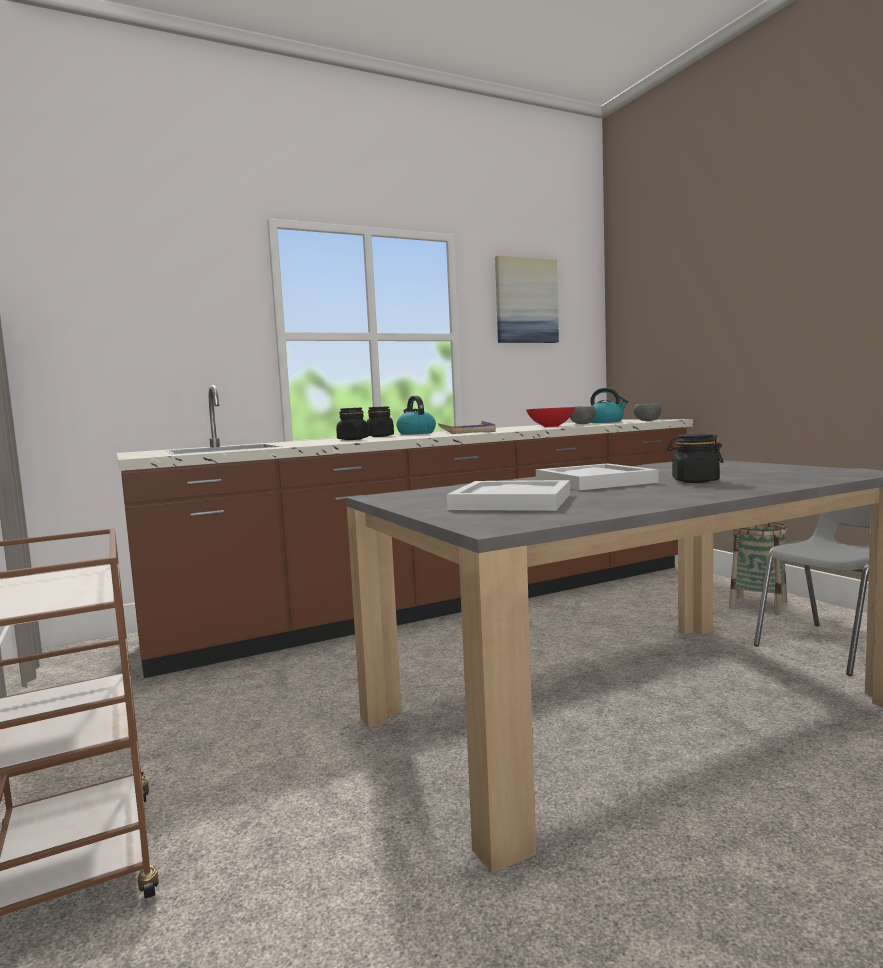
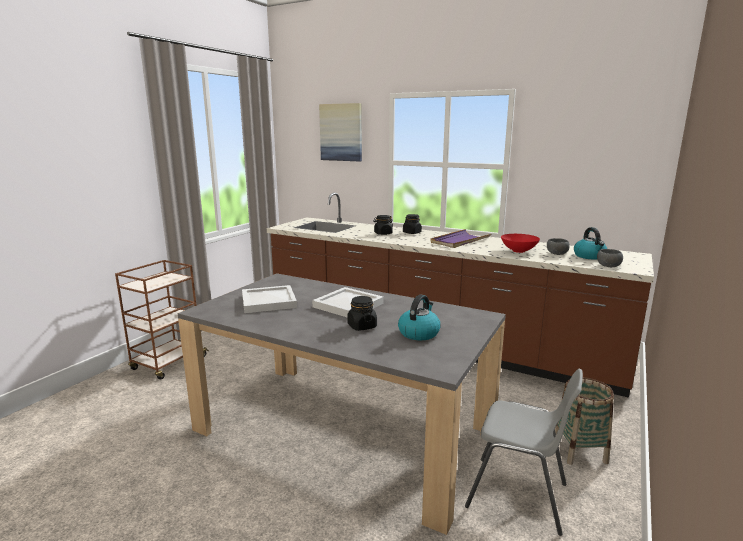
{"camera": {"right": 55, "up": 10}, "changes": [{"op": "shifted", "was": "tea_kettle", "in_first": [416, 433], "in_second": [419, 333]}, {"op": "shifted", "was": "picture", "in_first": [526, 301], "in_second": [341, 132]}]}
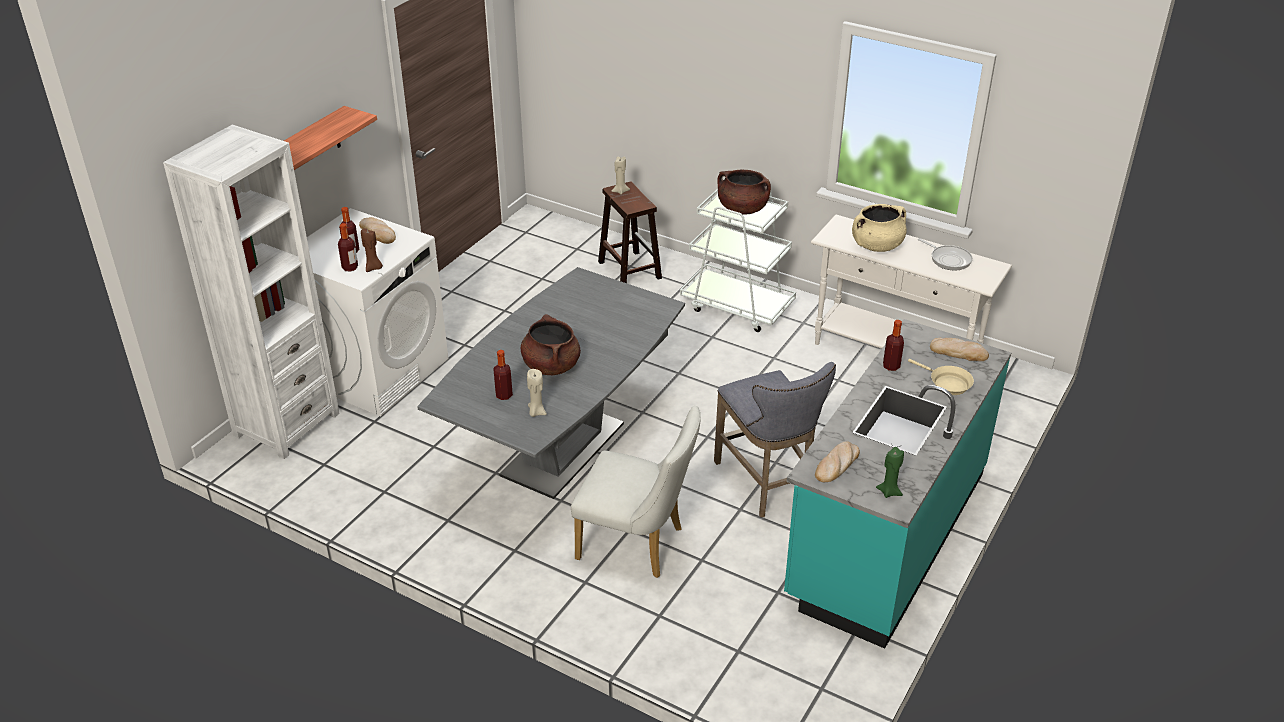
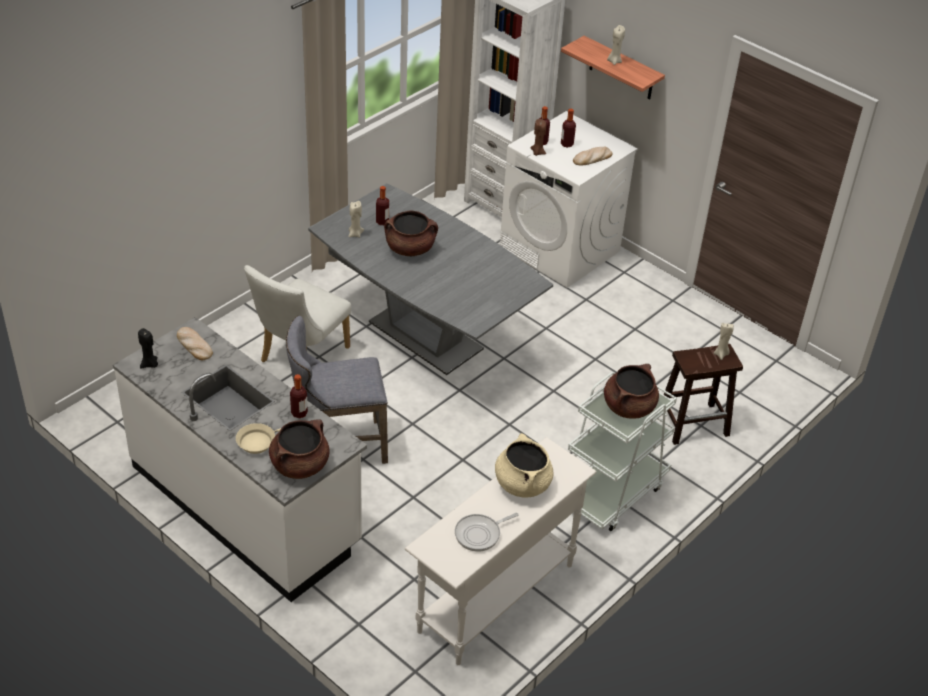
{"camera": {"right": 100, "up": 5}, "changes": [{"op": "repainted", "was": "blue-green_kitchen_counter", "now": "white-coloured_kitchen_counter", "in_first": [885, 535], "in_second": [246, 505]}, {"op": "repainted", "was": "green_candle", "now": "black-coloured_candle", "in_first": [889, 492], "in_second": [150, 364]}, {"op": "swapped", "was": "baked_bread", "now": "brownish_stockpot", "in_first": [958, 352], "in_second": [300, 465]}, {"op": "new", "now": "sand-coloured_candle", "in_second": [614, 61]}]}
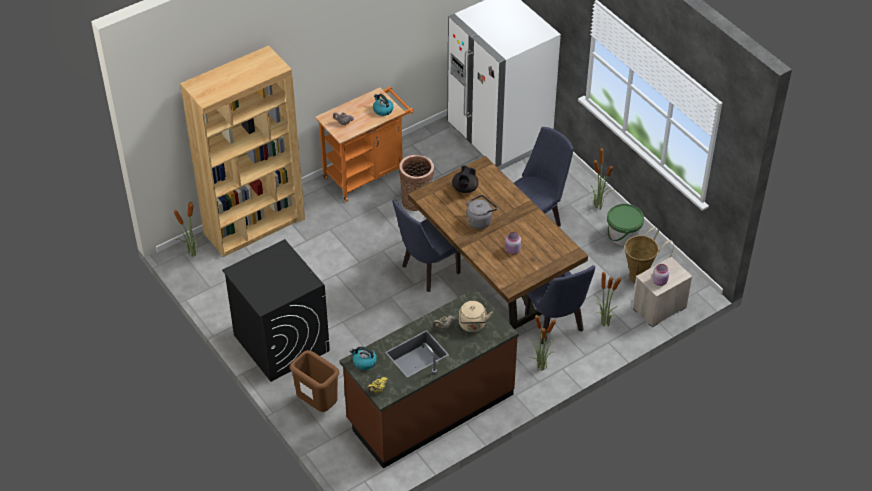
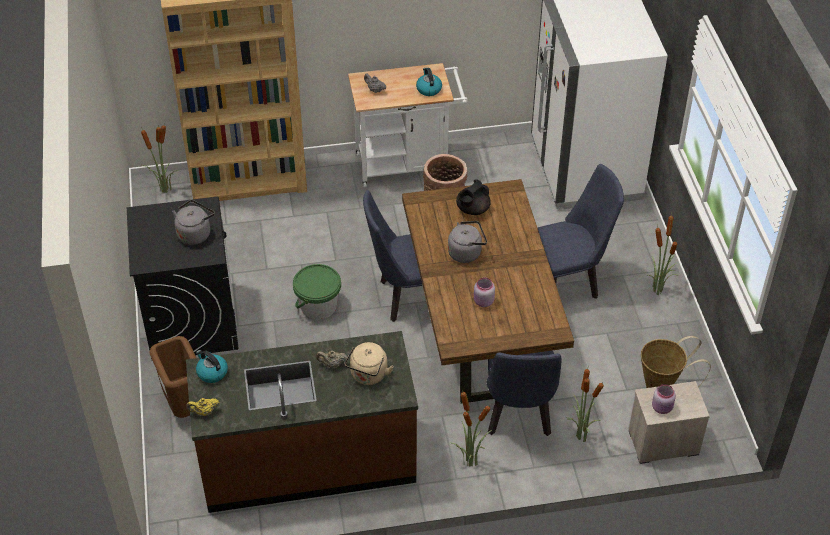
{"camera": {"right": 25, "up": 0}, "changes": [{"op": "repainted", "was": "orange-coloured_wheeled_cart", "now": "white-coloured_wheeled_cart", "in_first": [367, 173], "in_second": [407, 164]}, {"op": "shifted", "was": "green_pail", "in_first": [623, 235], "in_second": [318, 305]}, {"op": "new", "now": "greyish_tea_kettle", "in_second": [195, 233]}]}
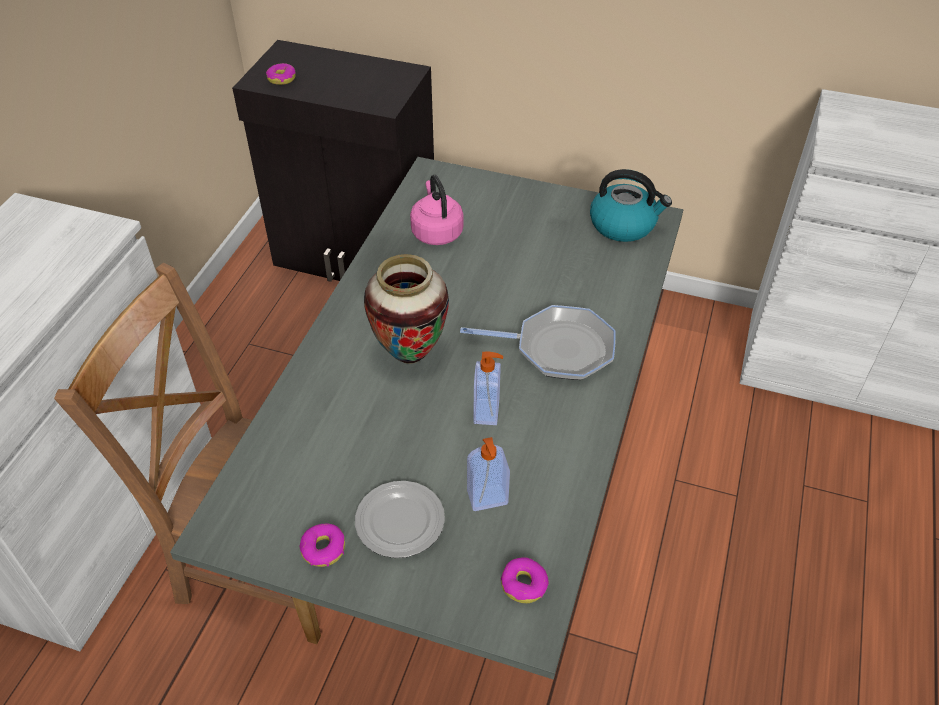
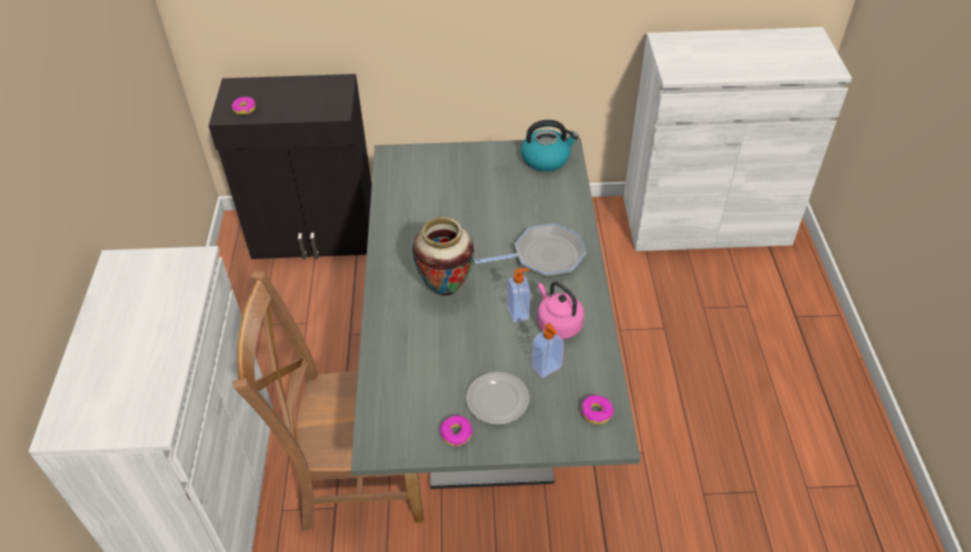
{"camera": {"right": -20, "up": 0}, "changes": [{"op": "shifted", "was": "pink-coloured_tea_kettle", "in_first": [436, 231], "in_second": [557, 324]}]}
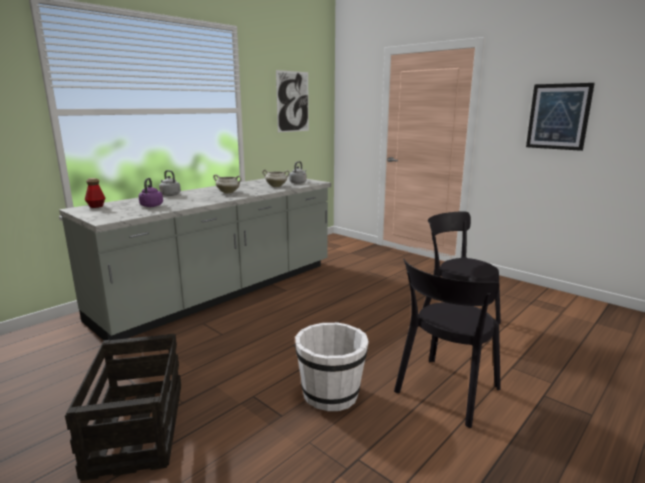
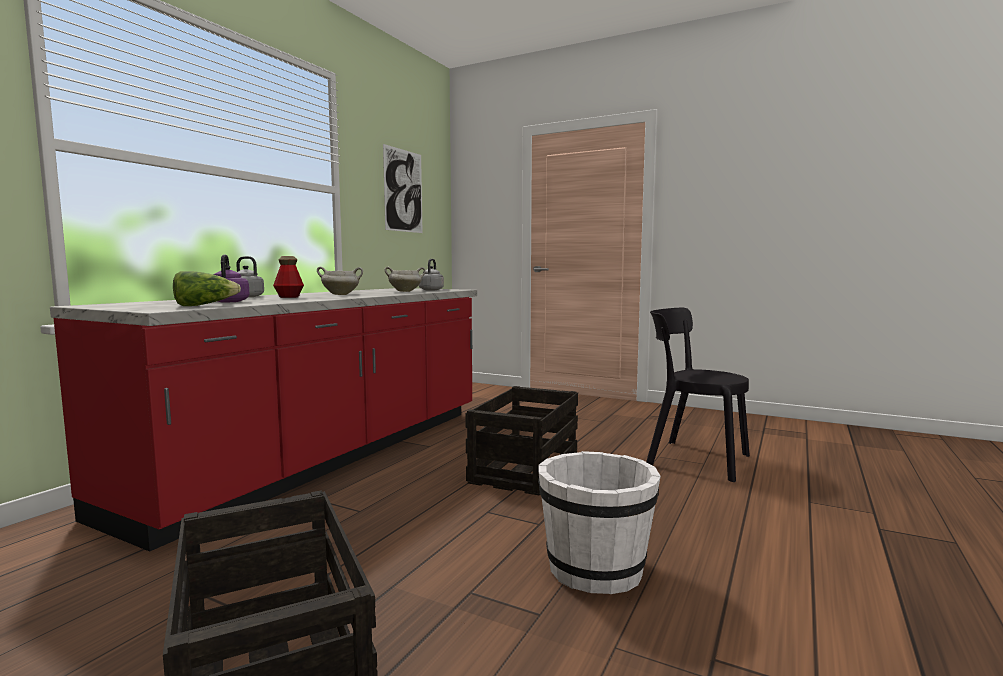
{"camera": {"right": -15, "up": -10}, "changes": [{"op": "repainted", "was": "greyish_kitchen_counter", "now": "red-coloured_kitchen_counter", "in_first": [222, 291], "in_second": [327, 456]}, {"op": "shifted", "was": "beverage_bottle", "in_first": [96, 206], "in_second": [289, 297]}, {"op": "gone", "was": "black-coloured_chair", "in_first": [445, 392]}, {"op": "gone", "was": "picture", "in_first": [558, 116]}, {"op": "new", "now": "head_of_lettuce", "in_second": [204, 305]}, {"op": "new", "now": "shipping_crate", "in_second": [525, 468]}]}
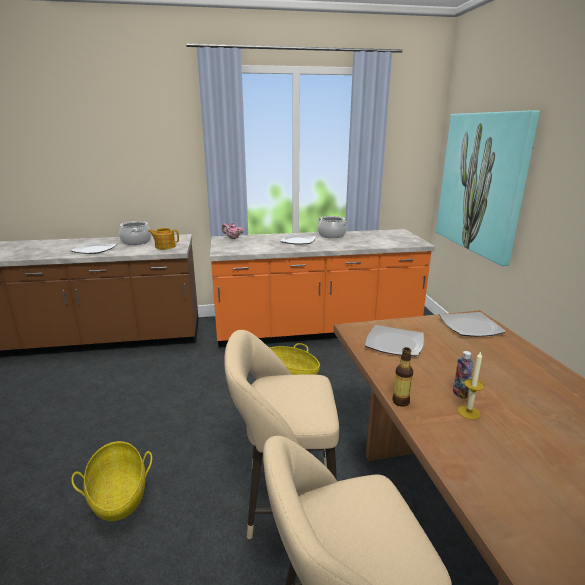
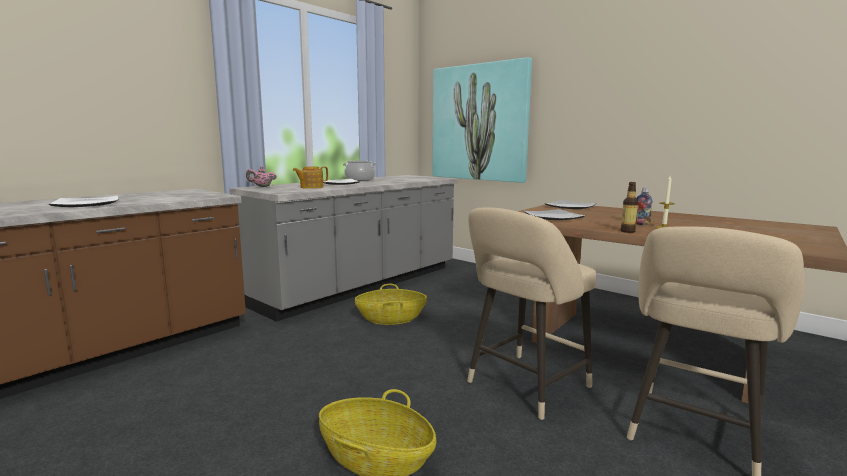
{"camera": {"right": -40, "up": -10}, "changes": [{"op": "gone", "was": "stockpot", "in_first": [136, 242]}, {"op": "shifted", "was": "pot_for_tea", "in_first": [165, 246], "in_second": [311, 187]}, {"op": "repainted", "was": "orange-coloured_kitchen_counter", "now": "greyish_kitchen_counter", "in_first": [316, 330], "in_second": [360, 285]}]}
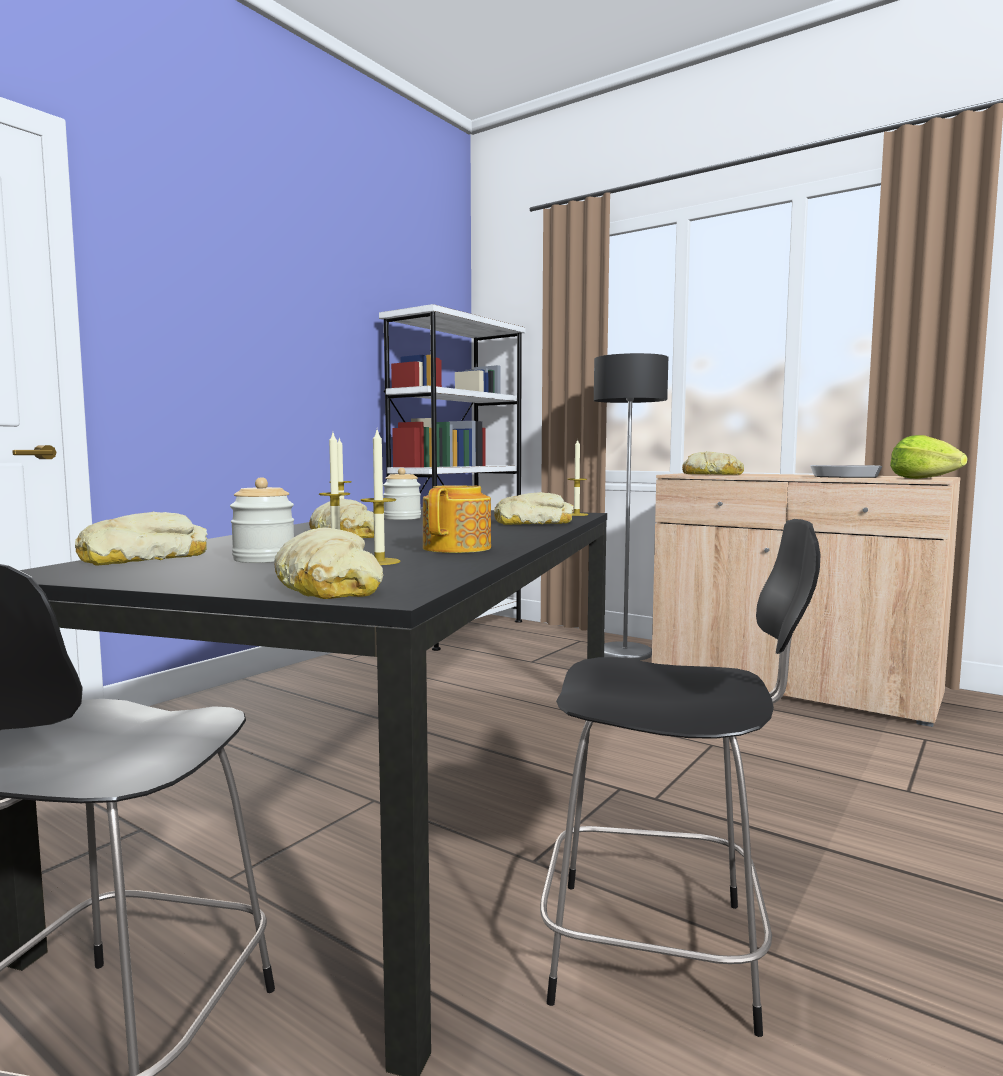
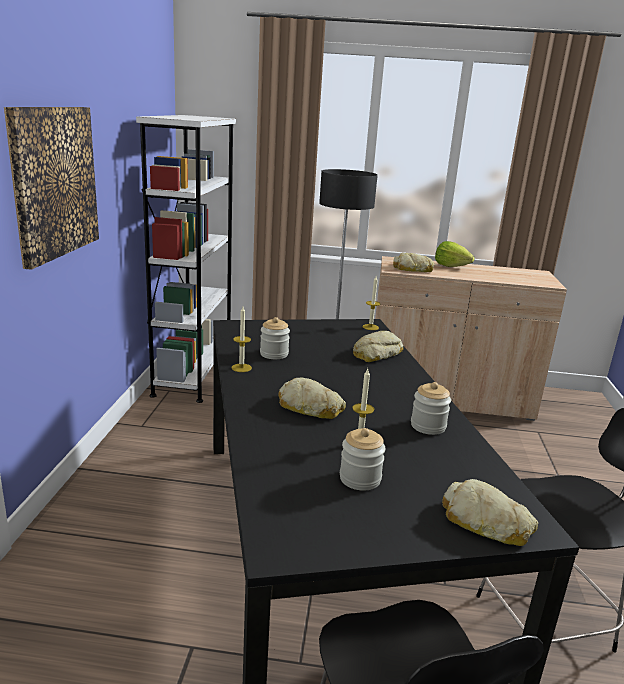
{"camera": {"right": -30, "up": 15}, "changes": [{"op": "gone", "was": "baked_bread", "in_first": [144, 557]}, {"op": "gone", "was": "candle", "in_first": [379, 562]}, {"op": "swapped", "was": "pot_for_tea", "now": "preserve_jar", "in_first": [458, 548], "in_second": [428, 426]}, {"op": "gone", "was": "skillet", "in_first": [847, 476]}, {"op": "shifted", "was": "head_of_lettuce", "in_first": [923, 478], "in_second": [451, 266]}, {"op": "new", "now": "picture", "in_second": [54, 182]}]}
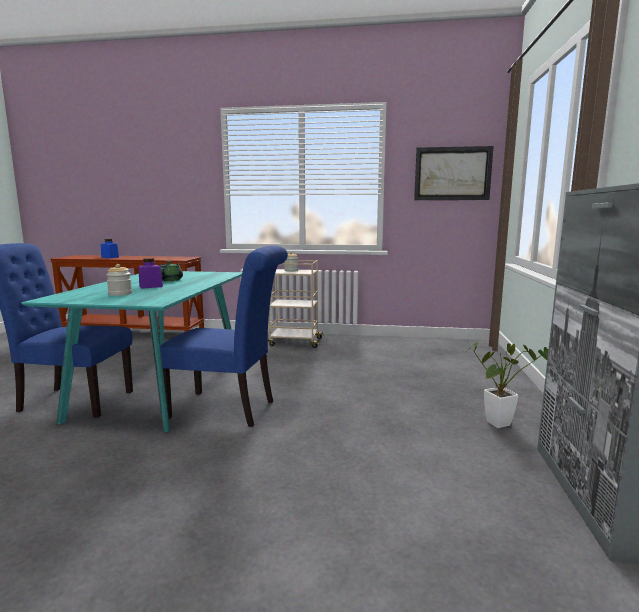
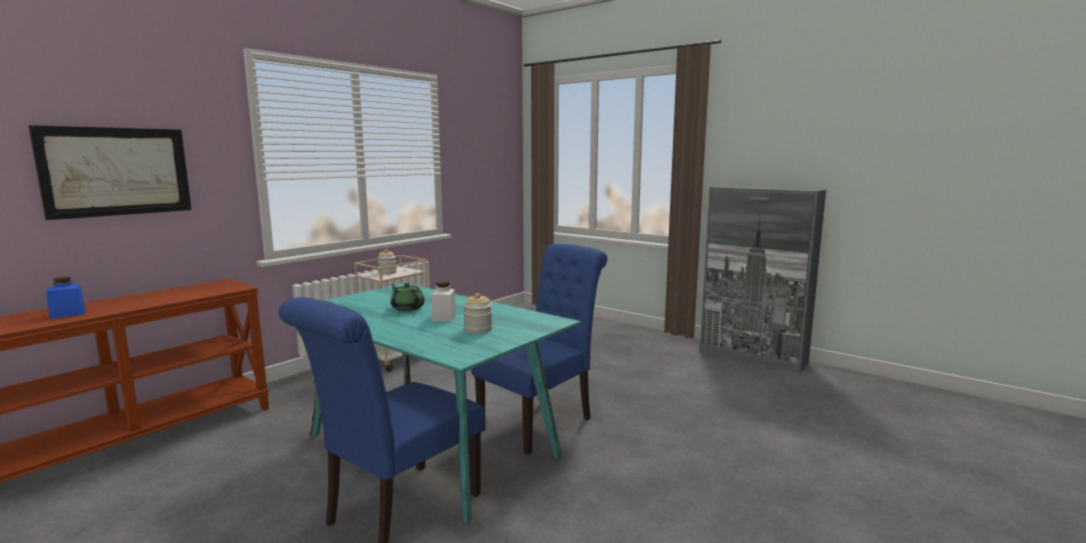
{"camera": {"right": -60, "up": 0}, "changes": [{"op": "repainted", "was": "purple-coloured_preserve_jar", "now": "white-coloured_preserve_jar", "in_first": [151, 286], "in_second": [444, 317]}, {"op": "shifted", "was": "picture", "in_first": [452, 174], "in_second": [117, 171]}, {"op": "gone", "was": "plant_in_a_pot", "in_first": [502, 423]}]}
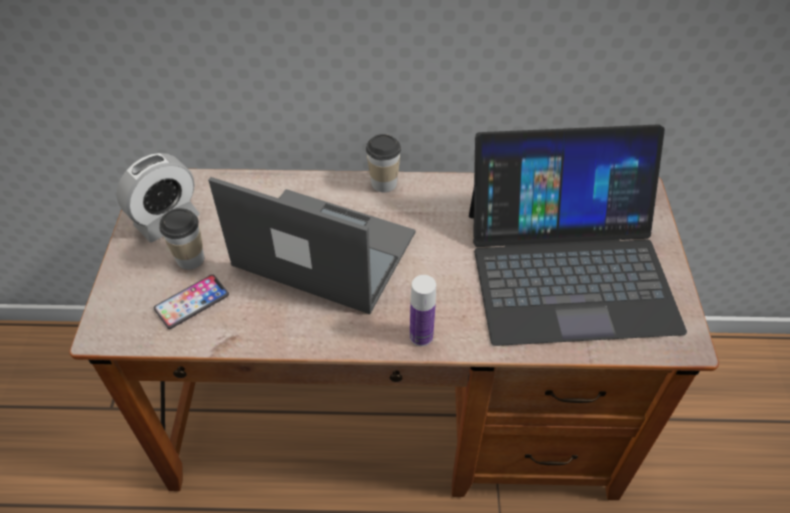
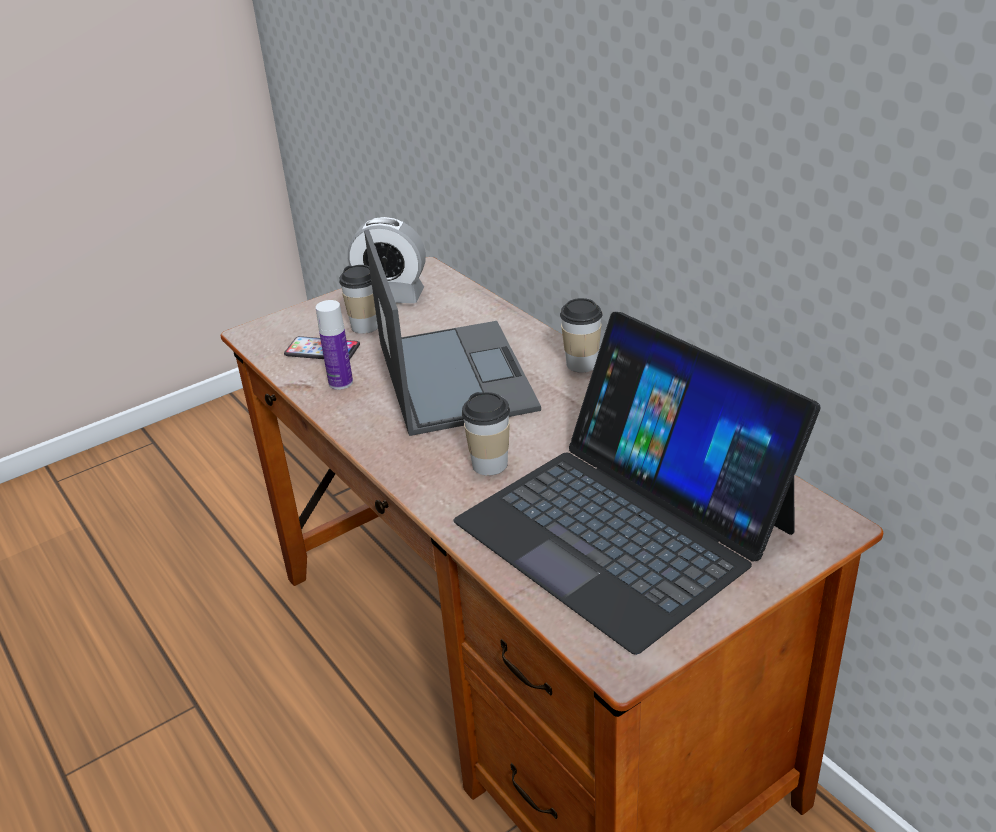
{"camera": {"right": 55, "up": -15}, "changes": [{"op": "shifted", "was": "beverage_bottle", "in_first": [421, 336], "in_second": [340, 383]}, {"op": "new", "now": "cup", "in_second": [490, 464]}]}
